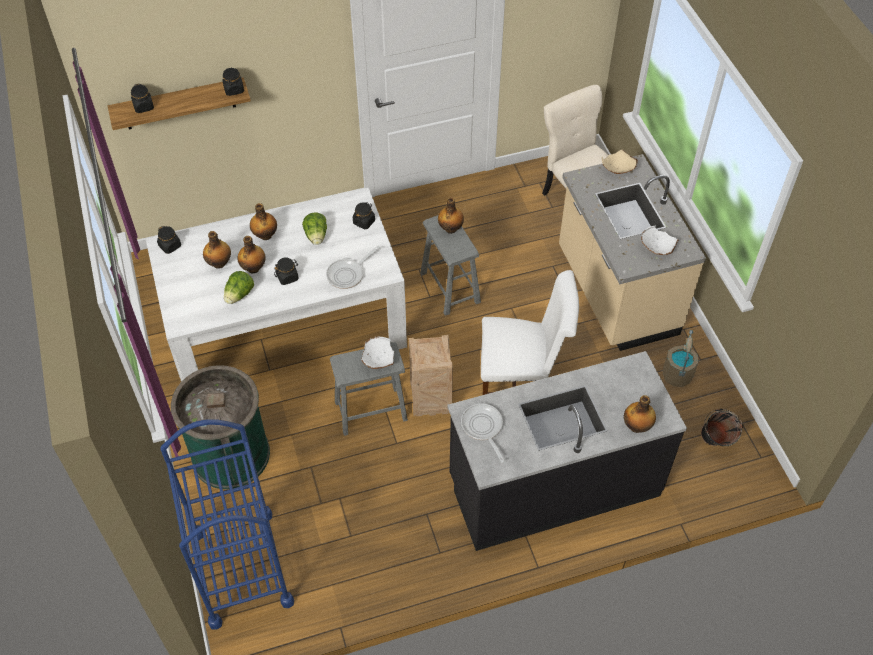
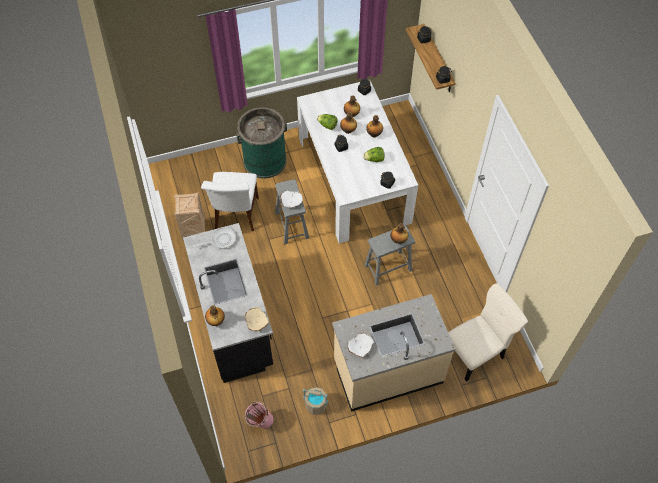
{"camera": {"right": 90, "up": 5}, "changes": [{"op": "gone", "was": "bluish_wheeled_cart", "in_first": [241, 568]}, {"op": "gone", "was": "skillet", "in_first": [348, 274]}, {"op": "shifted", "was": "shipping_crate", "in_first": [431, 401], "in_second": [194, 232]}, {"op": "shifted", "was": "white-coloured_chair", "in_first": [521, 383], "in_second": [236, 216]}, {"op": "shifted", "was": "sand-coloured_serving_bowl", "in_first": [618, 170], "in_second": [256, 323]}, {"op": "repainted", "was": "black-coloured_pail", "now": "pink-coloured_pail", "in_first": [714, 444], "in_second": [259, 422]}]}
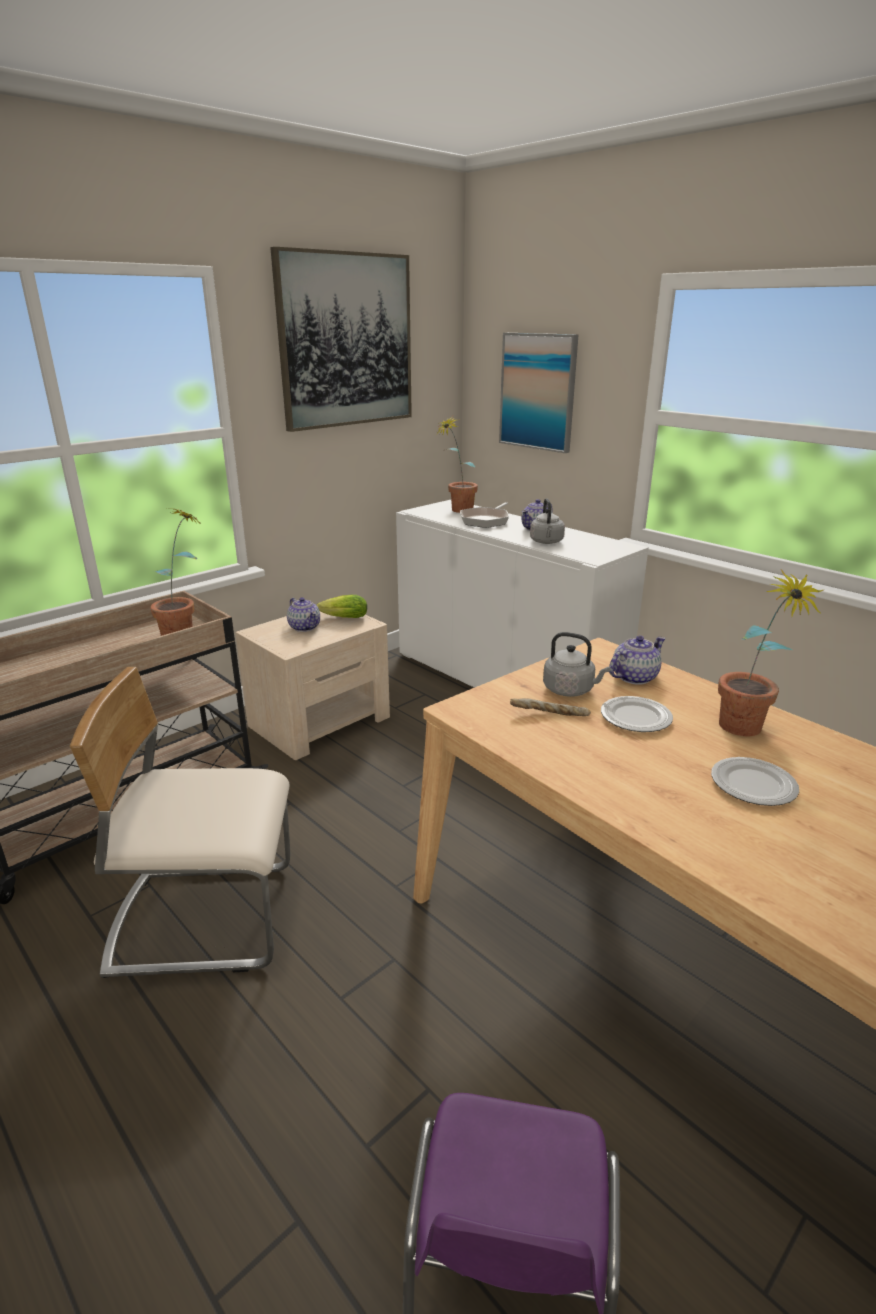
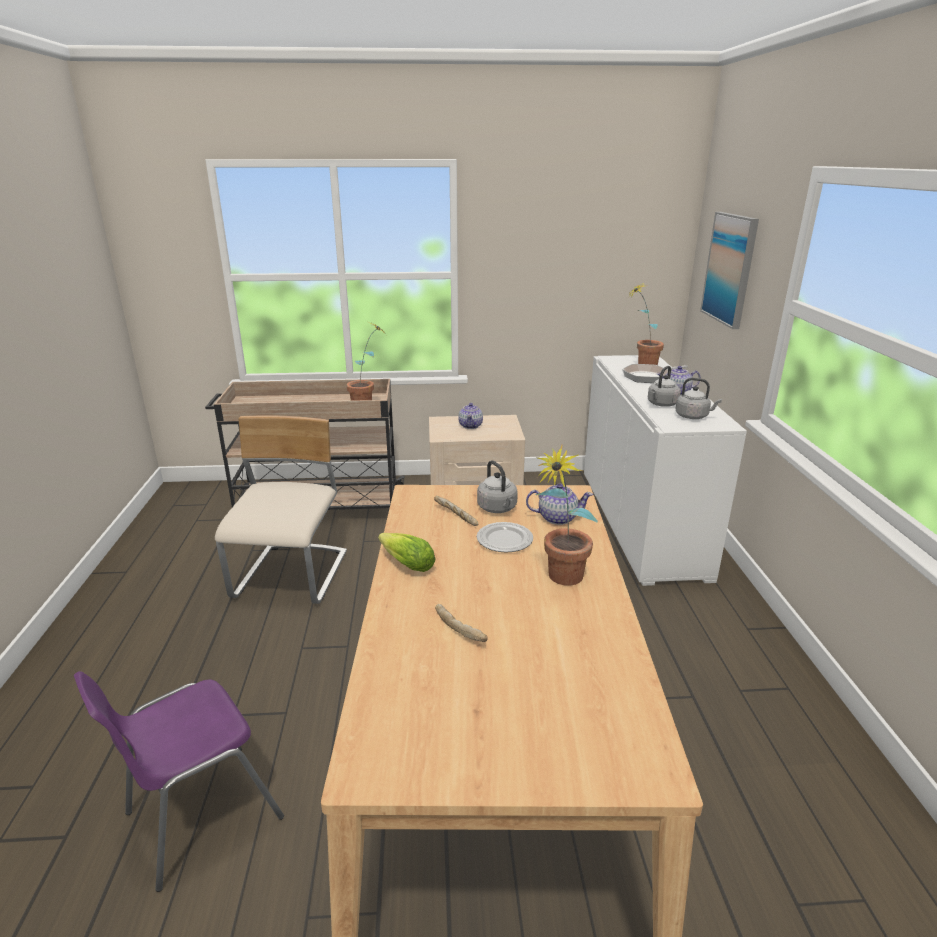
{"camera": {"right": 40, "up": 0}, "changes": [{"op": "rotated", "was": "sand-coloured_chair", "in_first": [205, 917], "in_second": [292, 576], "clockwise": 60}, {"op": "gone", "was": "picture", "in_first": [346, 341]}, {"op": "shifted", "was": "head_of_lettuce", "in_first": [342, 618], "in_second": [405, 563]}, {"op": "gone", "was": "dinner_plate", "in_first": [752, 785]}, {"op": "new", "now": "baked_bread", "in_second": [460, 629]}, {"op": "new", "now": "greyish_tea_kettle", "in_second": [693, 416]}]}
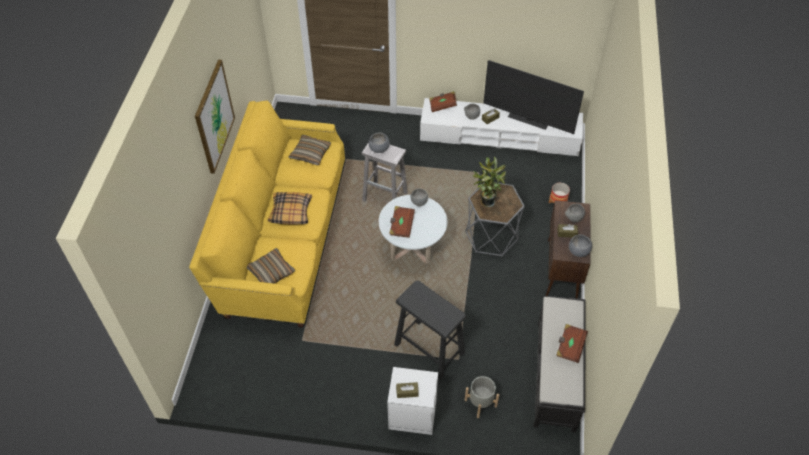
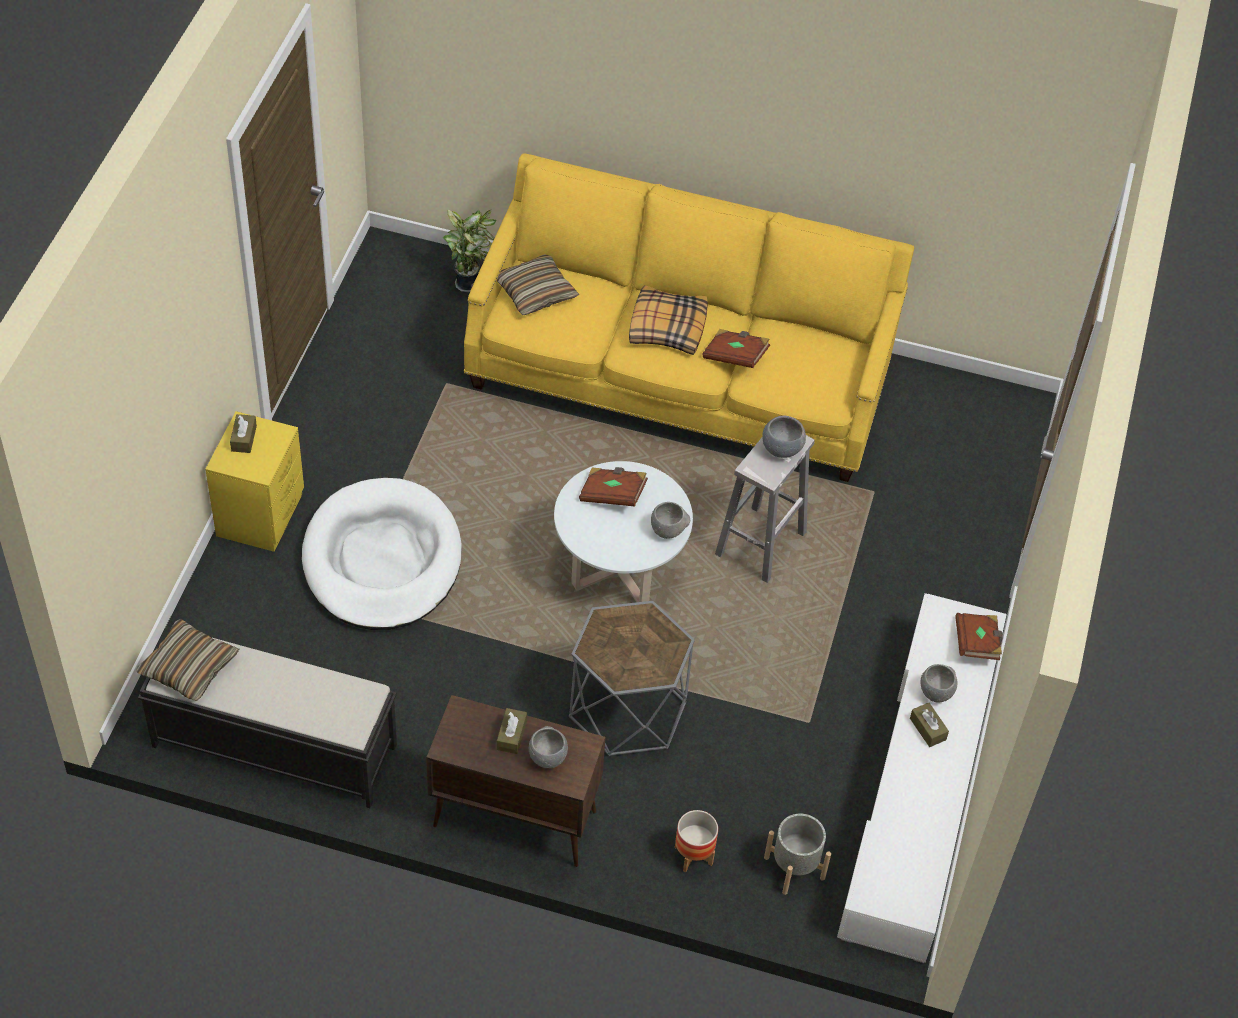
{"camera": {"right": 95, "up": 0}, "changes": [{"op": "gone", "was": "picture", "in_first": [214, 116]}, {"op": "shifted", "was": "pillow", "in_first": [310, 154], "in_second": [188, 667]}, {"op": "repainted", "was": "white-coloured_bedside_table", "now": "yellowish_bedside_table", "in_first": [411, 414], "in_second": [262, 514]}, {"op": "swapped", "was": "black-coloured_stool", "now": "white-coloured_dog_cushion", "in_first": [429, 349], "in_second": [382, 560]}, {"op": "shifted", "was": "greyish_planter", "in_first": [480, 403], "in_second": [794, 867]}, {"op": "shifted", "was": "plant_in_a_pot", "in_first": [486, 201], "in_second": [469, 282]}, {"op": "gone", "was": "TV", "in_first": [527, 121]}, {"op": "shifted", "was": "brownish_bound_book", "in_first": [570, 347], "in_second": [735, 356]}, {"op": "gone", "was": "greyish_serving_bowl", "in_first": [579, 251]}]}
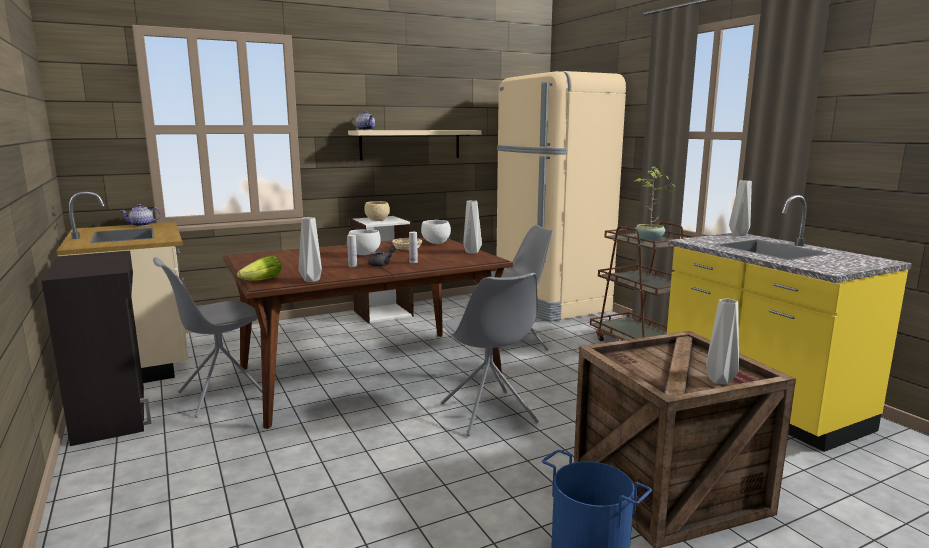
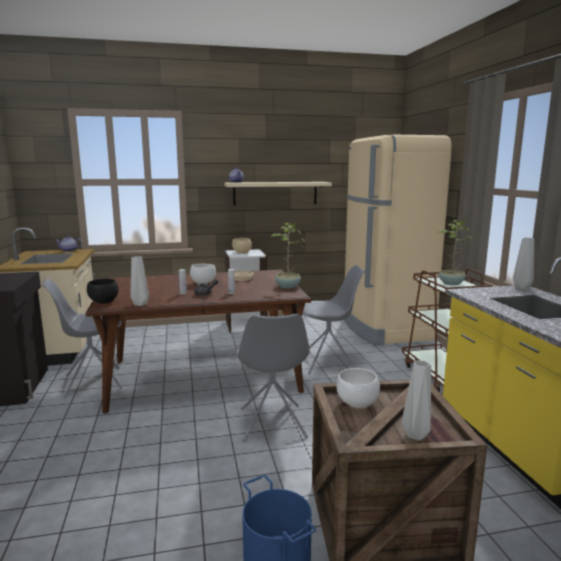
{"camera": {"right": 15, "up": 0}, "changes": [{"op": "swapped", "was": "head_of_lettuce", "now": "black-coloured_serving_bowl", "in_first": [259, 281], "in_second": [104, 302]}, {"op": "shifted", "was": "white-coloured_serving_bowl", "in_first": [436, 243], "in_second": [357, 404]}, {"op": "swapped", "was": "greyish_flower_vase", "now": "plant_in_a_pot", "in_first": [472, 252], "in_second": [287, 287]}]}
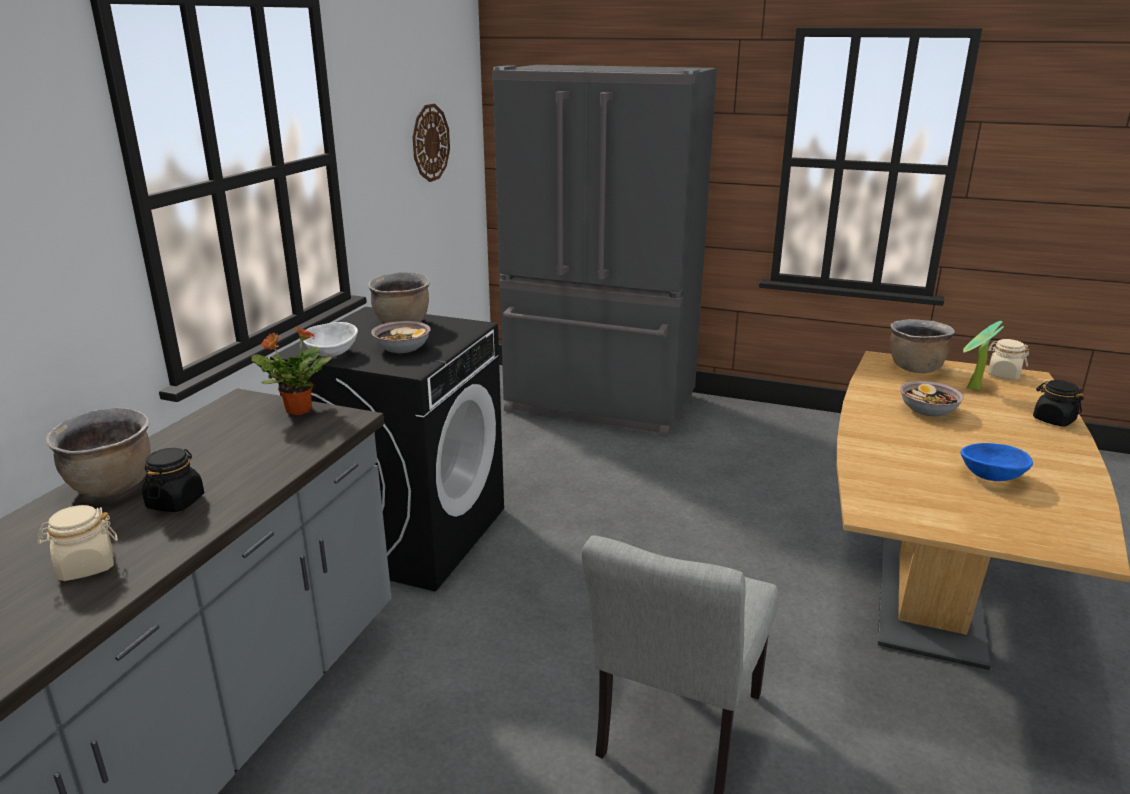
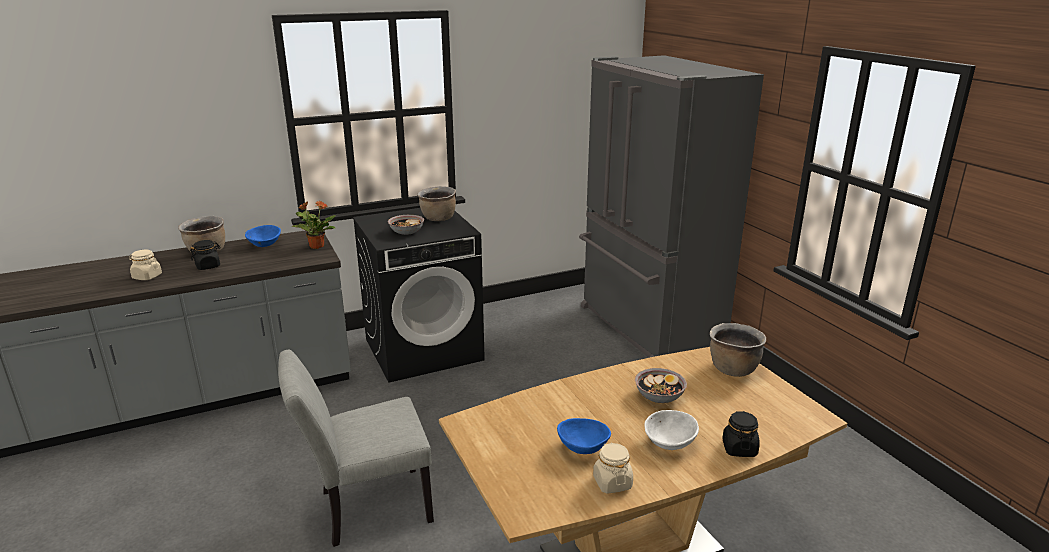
{"camera": {"right": 45, "up": 0}, "changes": [{"op": "shifted", "was": "white-coloured_serving_bowl", "in_first": [332, 354], "in_second": [670, 443]}, {"op": "gone", "was": "hanging_clock", "in_first": [430, 142]}, {"op": "gone", "was": "plant_in_a_pot", "in_first": [971, 389]}, {"op": "shifted", "was": "sand-coloured_preserve_jar", "in_first": [1003, 374], "in_second": [612, 482]}, {"op": "new", "now": "bluish_serving_bowl", "in_second": [265, 245]}]}
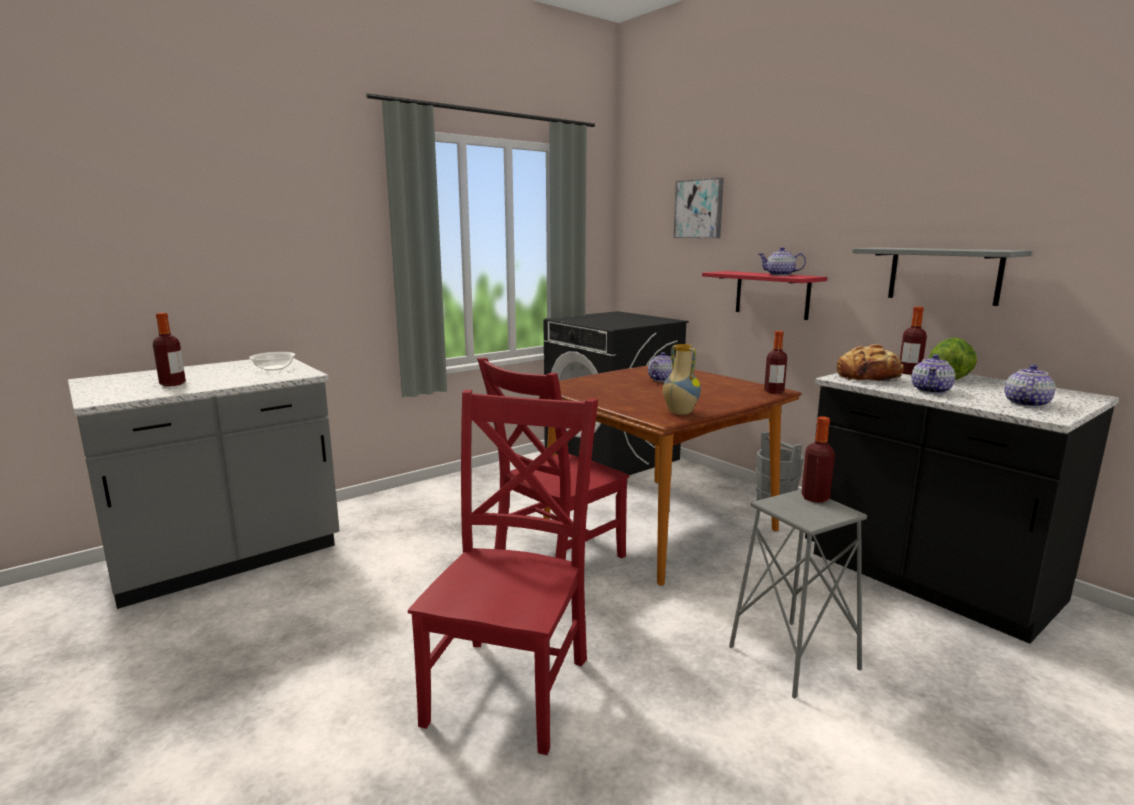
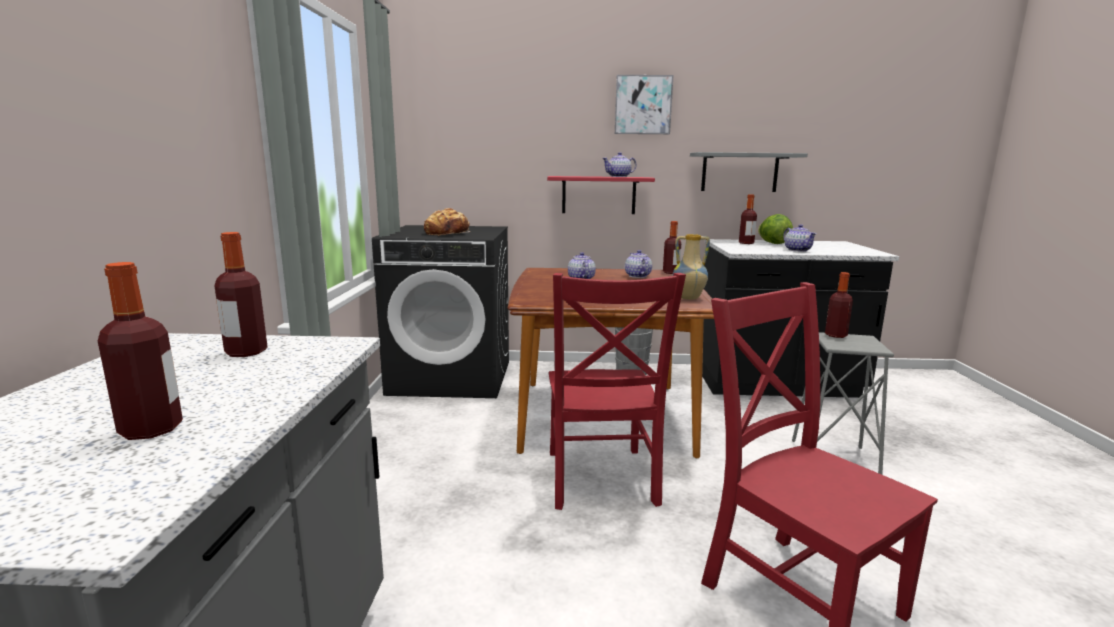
{"camera": {"right": -50, "up": 0}, "changes": [{"op": "swapped", "was": "serving_bowl", "now": "beverage_bottle", "in_first": [274, 368], "in_second": [246, 352]}, {"op": "shifted", "was": "picture", "in_first": [699, 209], "in_second": [643, 105]}, {"op": "shifted", "was": "baked_bread", "in_first": [869, 378], "in_second": [447, 233]}, {"op": "shifted", "was": "pot_for_tea", "in_first": [1025, 403], "in_second": [637, 276]}]}
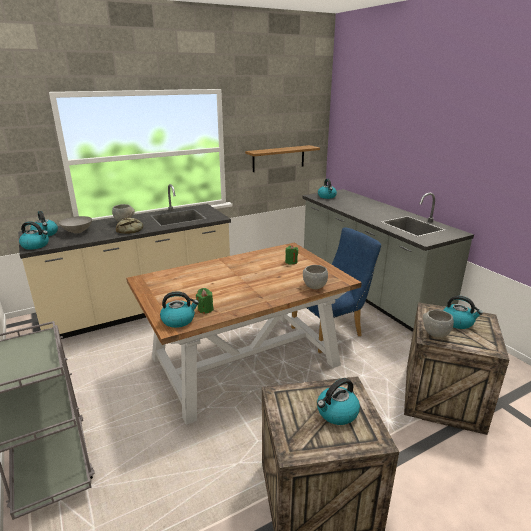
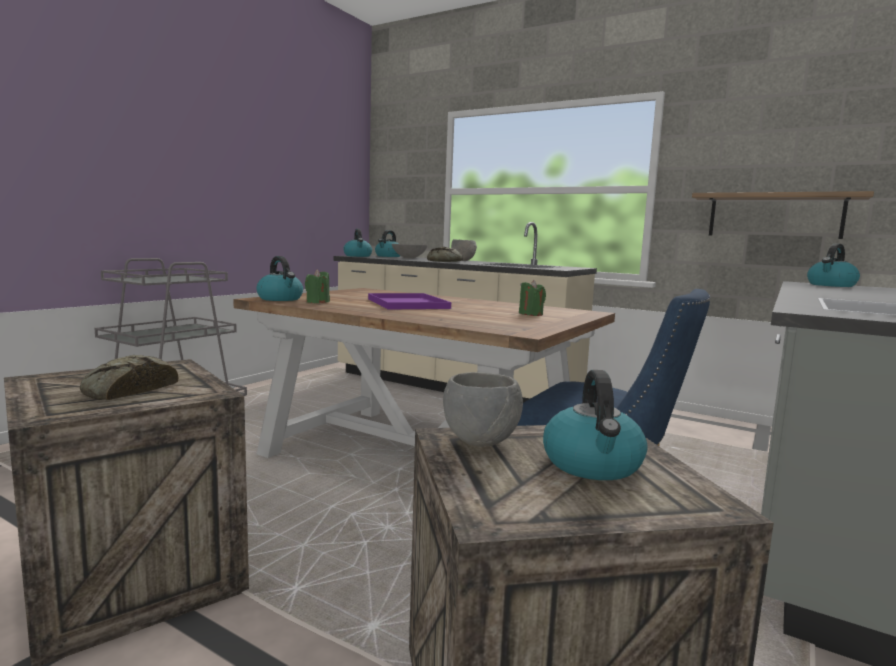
{"camera": {"right": 60, "up": -15}, "changes": [{"op": "gone", "was": "greyish_serving_bowl", "in_first": [314, 287]}, {"op": "swapped", "was": "tea_kettle", "now": "baked_bread", "in_first": [337, 413], "in_second": [127, 391]}, {"op": "new", "now": "purple-coloured_carrying_tray", "in_second": [406, 303]}]}
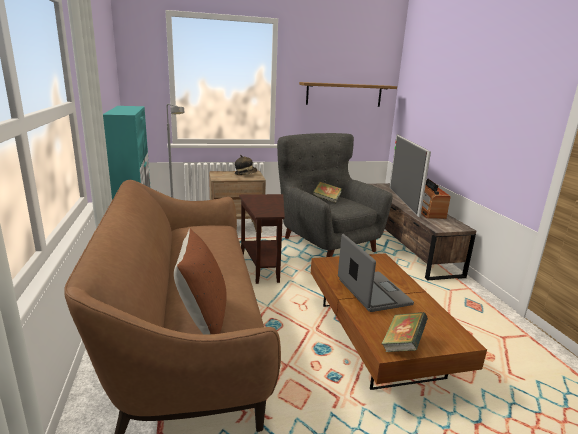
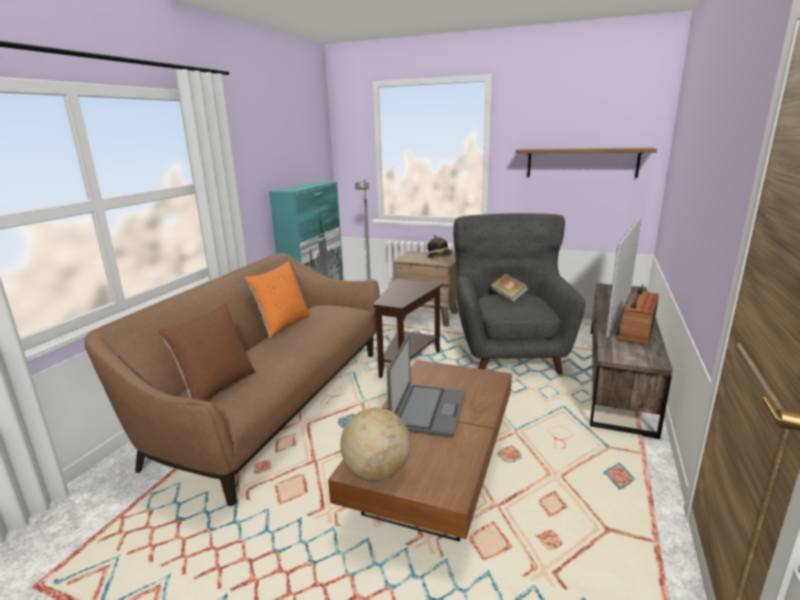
{"camera": {"right": 35, "up": 0}, "changes": [{"op": "swapped", "was": "bound_book", "now": "world_globe", "in_first": [402, 344], "in_second": [377, 472]}, {"op": "new", "now": "orange-coloured_pillow", "in_second": [282, 325]}]}
